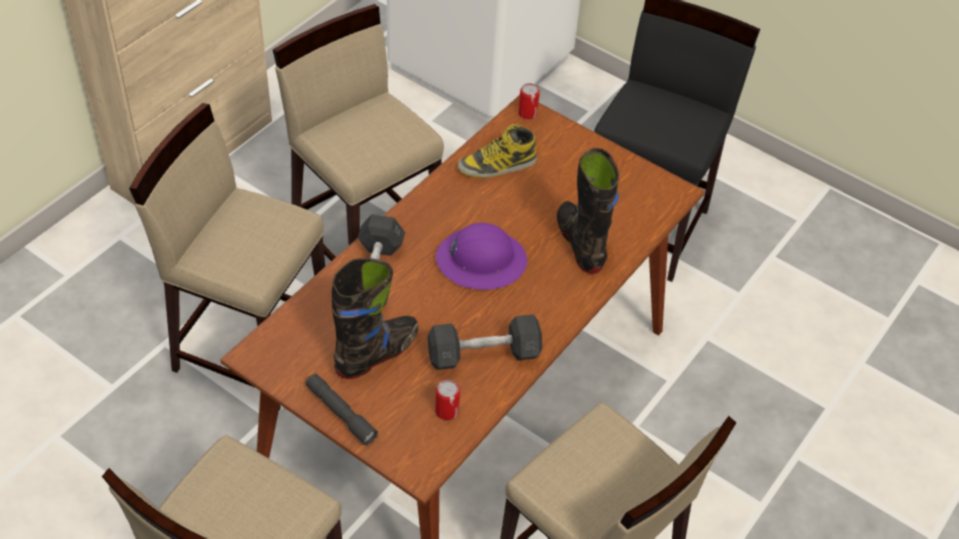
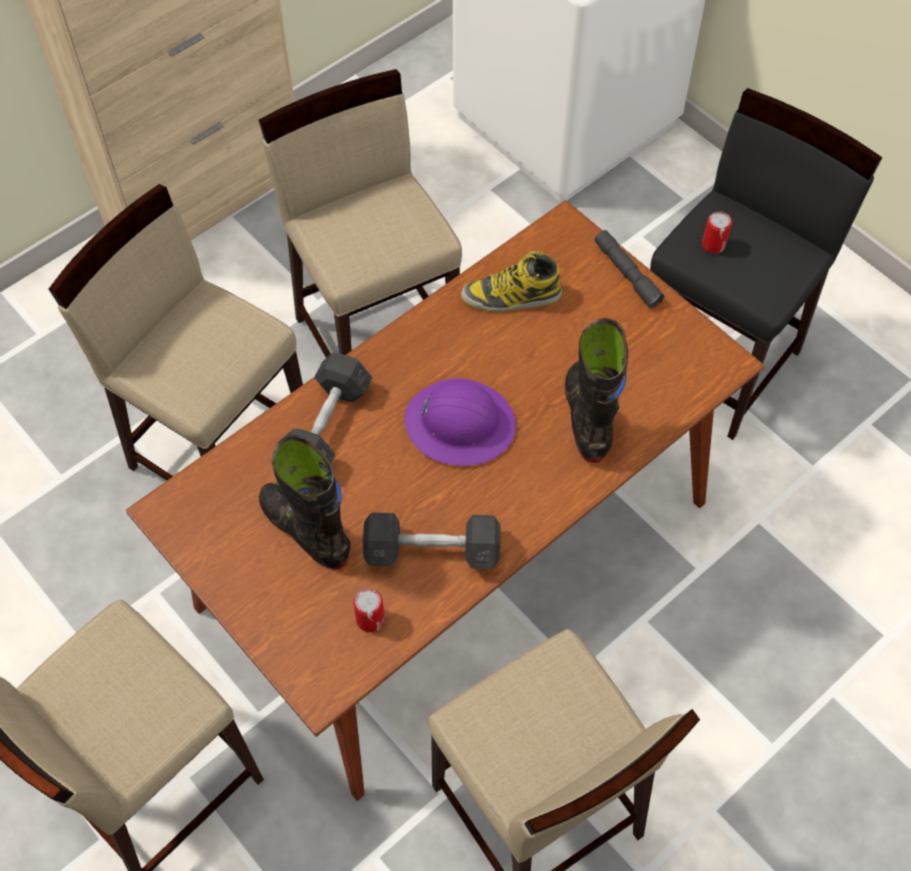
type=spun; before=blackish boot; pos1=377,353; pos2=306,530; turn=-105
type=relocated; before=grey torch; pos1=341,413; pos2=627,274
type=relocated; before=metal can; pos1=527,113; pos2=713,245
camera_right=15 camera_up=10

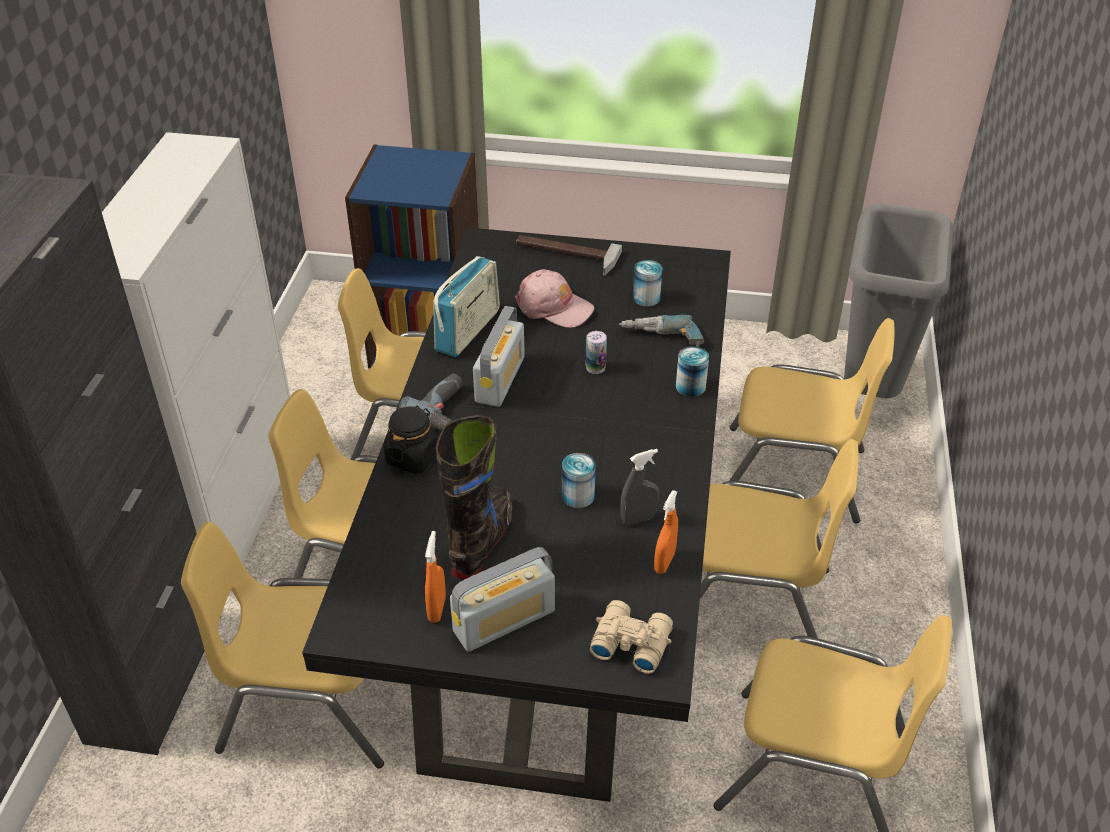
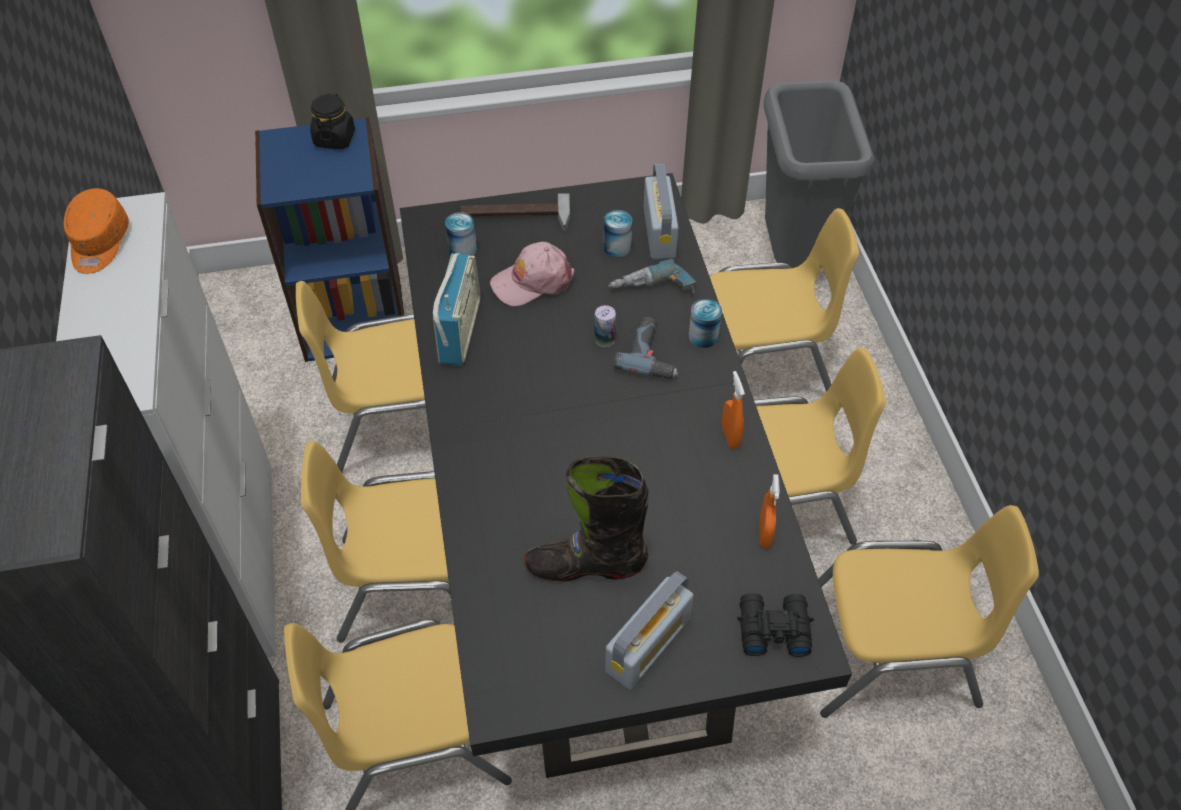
type=appeared; after=orange baseball cap; pos2=99,243
type=relocated; before=blackish jar; pos1=413,457; pos2=334,138
type=relocated; before=metal can; pos1=578,496; pos2=463,249
type=spun; before=pink baseball cap; pos1=553,307; pos2=532,281; turn=150
type=spun; before=blackish boot; pos1=481,541; pos2=586,565; turn=-90
type=relocated; before=power drill; pos1=445,409; pos2=652,354
type=relocated; before=radio set; pos1=500,379; pos2=659,232
type=relocated; before=orange hand sprayer; pos1=437,609; pos2=730,437
type=colour; before=sand-coloured pair of binoculars; after=blackish pair of binoculars; pos1=630,642; pos2=771,628
type=missing; before=grey hand sprayer; pos1=638,519
camera_right=-20 camera_up=10

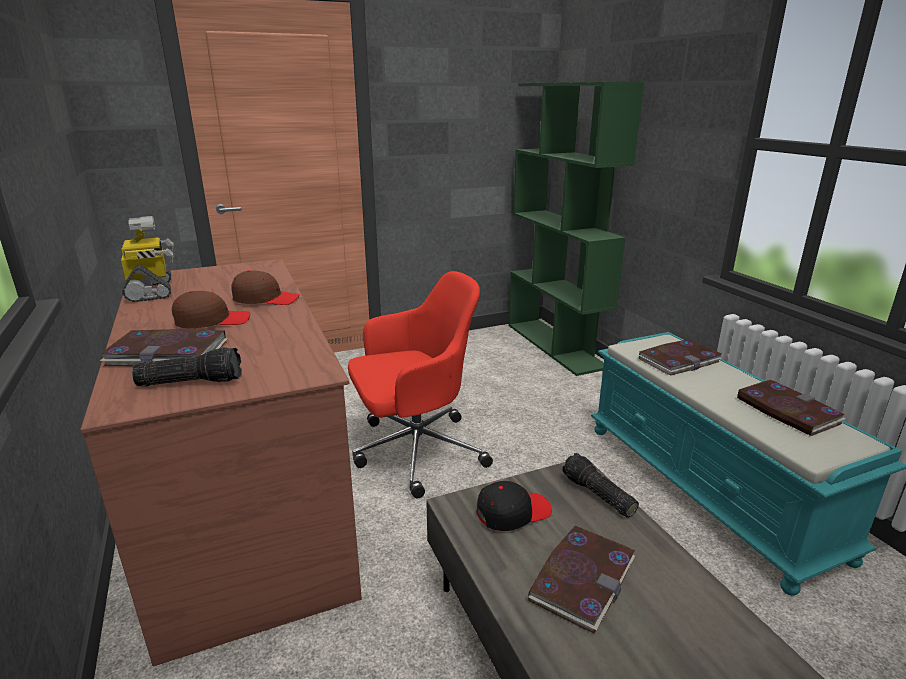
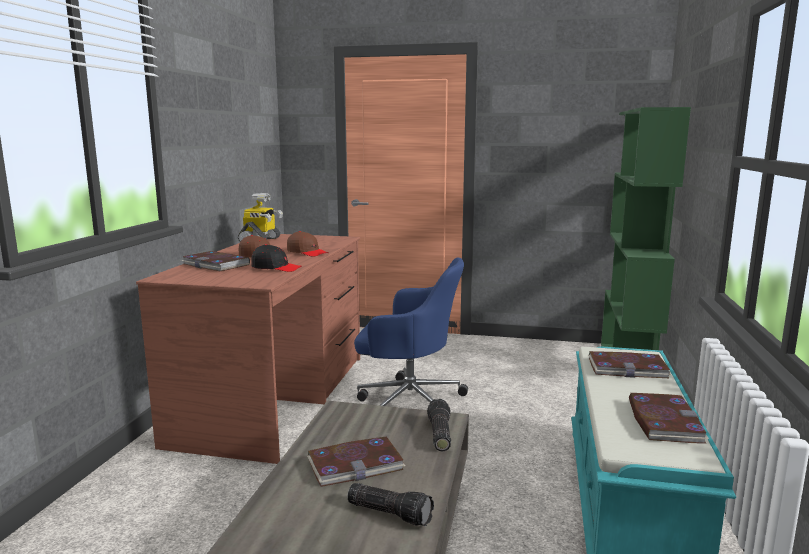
type=relocated; before=blackish baseball cap; pos1=512,512; pos2=276,268
type=relocated; before=torch; pos1=192,381; pos2=391,513
type=colour; before=red-coloured desk chair; after=blue desk chair; pos1=415,451; pos2=408,403
camera_right=35 camera_up=-10

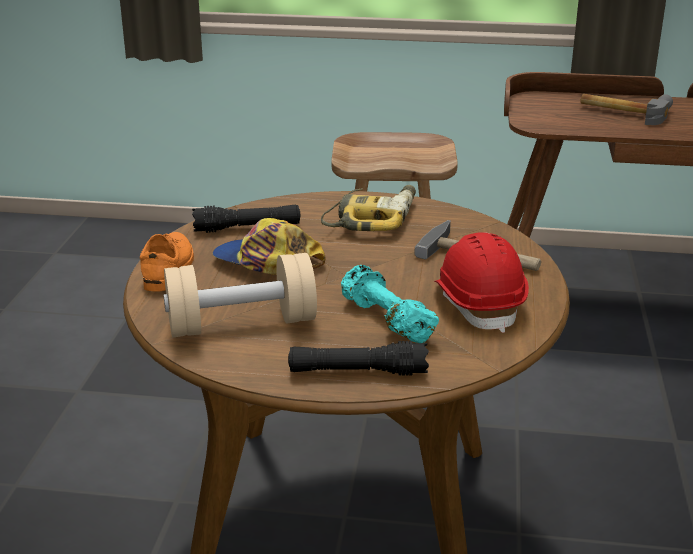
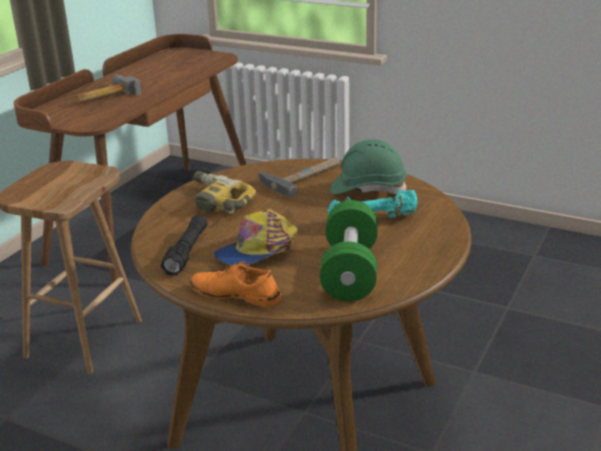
type=colour; before=sand-coloured dumbbell; after=green-coloured dumbbell; pos1=241,324; pos2=350,271
type=colour; before=red-coloured work helmet; after=green-coloured work helmet; pos1=478,303; pos2=368,189
type=missing; before=blackish torch; pos1=357,372
camera_right=-70 camera_up=0

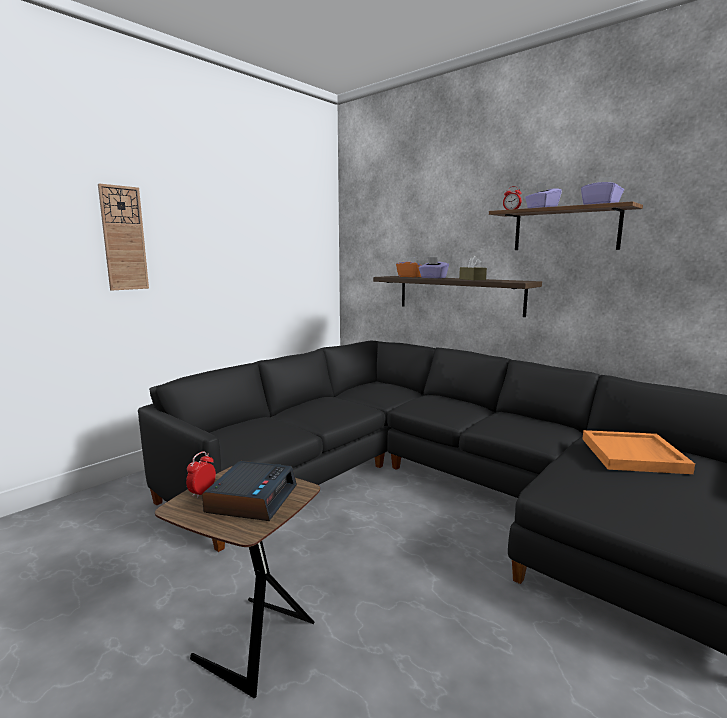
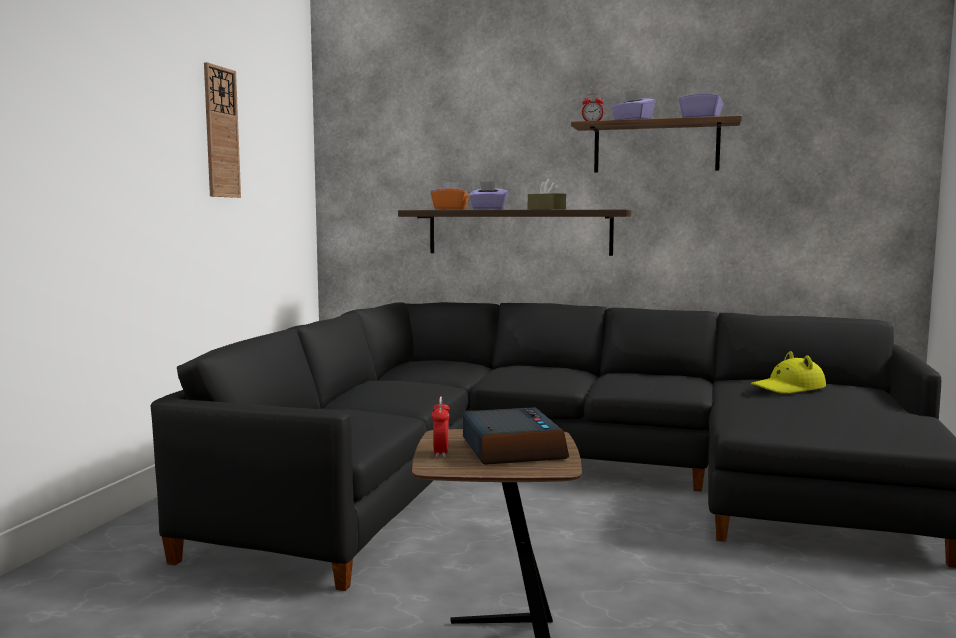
type=relocated; before=hanging clock; pos1=124,238; pos2=221,132
type=exchanged; before=orange tray; after=yellowish hat; pos1=634,455; pos2=788,388
camera_right=-25 camera_up=-5

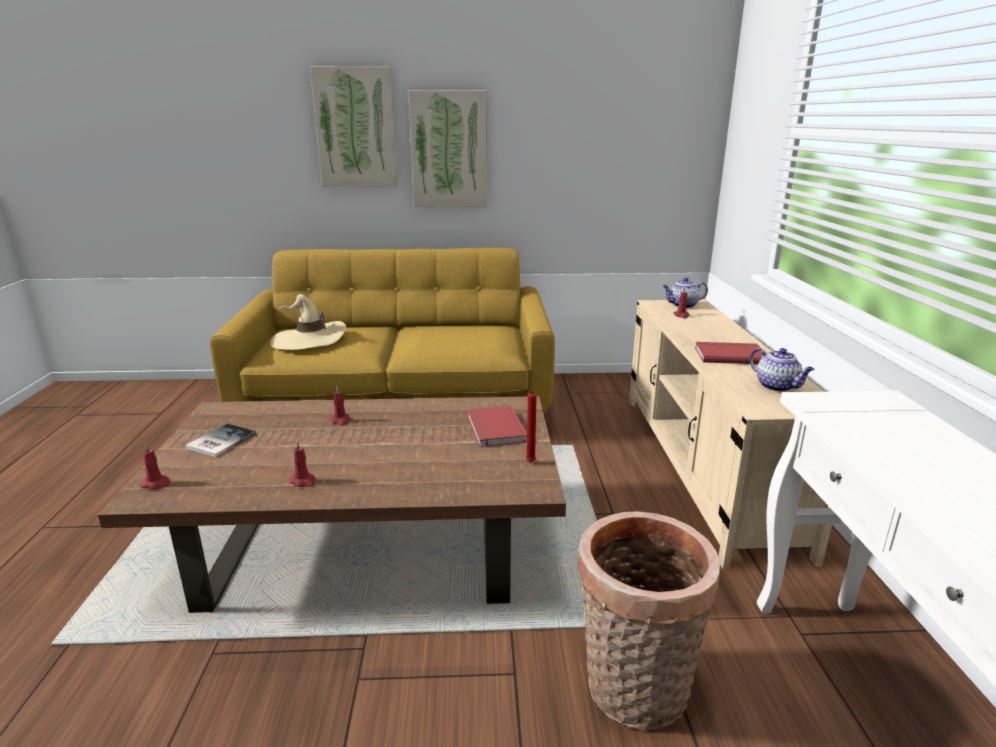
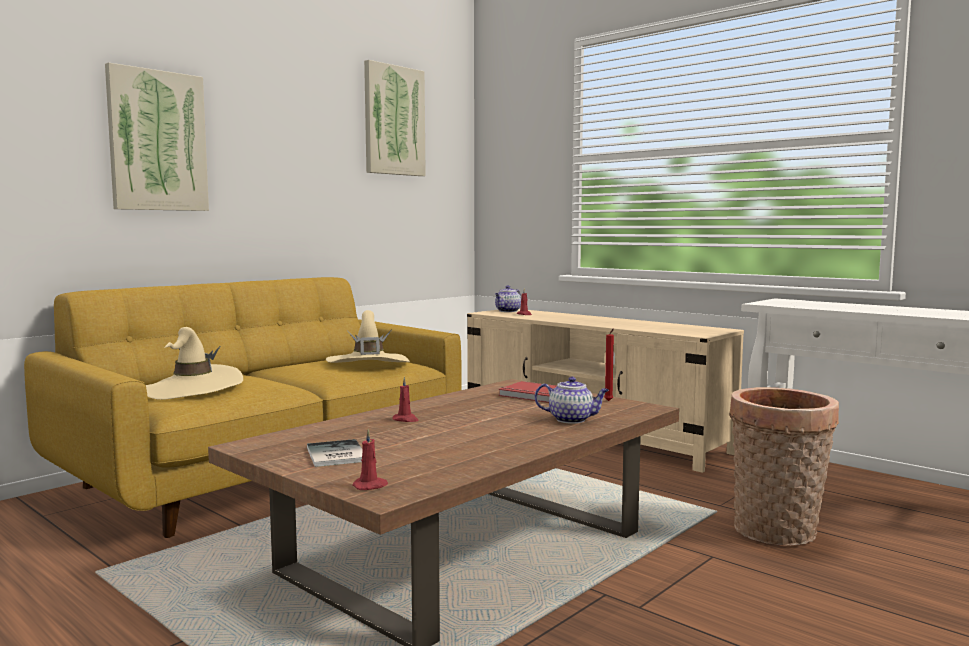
type=appeared; after=sand-coloured hat; pos2=368,363
type=relocated; before=picture; pos1=449,150; pos2=393,121
type=relocated; before=teapot; pos1=777,386; pos2=572,419
type=missing; before=red-coloured candle; pos1=303,481
type=missing; before=red-coloured bound book; pos1=729,355
camera_right=-45 camera_up=-15

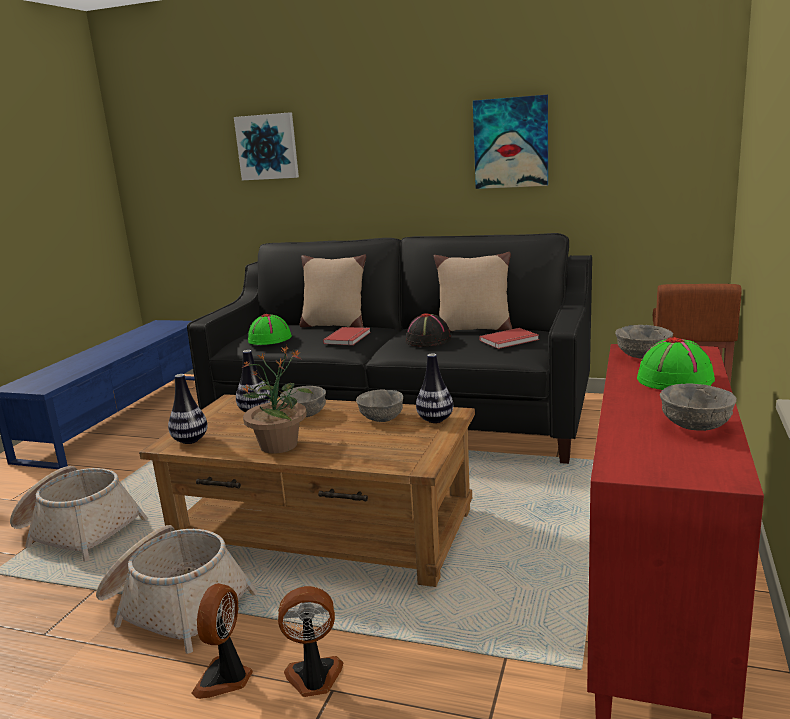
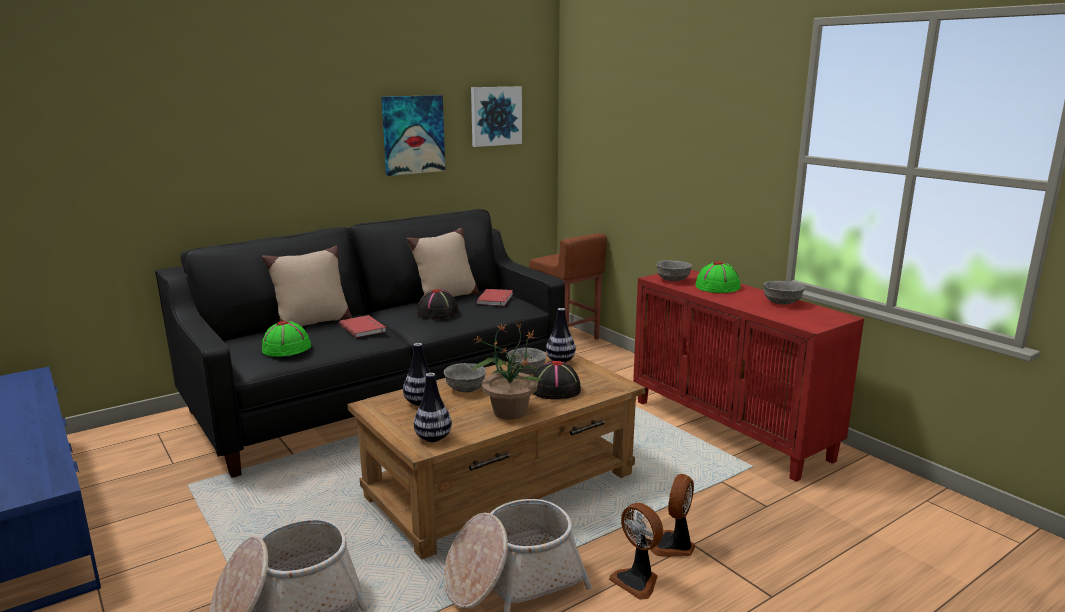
type=relocated; before=picture; pos1=267,147; pos2=495,116
type=appeared; after=blackish hat; pos2=555,390
camera_right=-55 camera_up=0

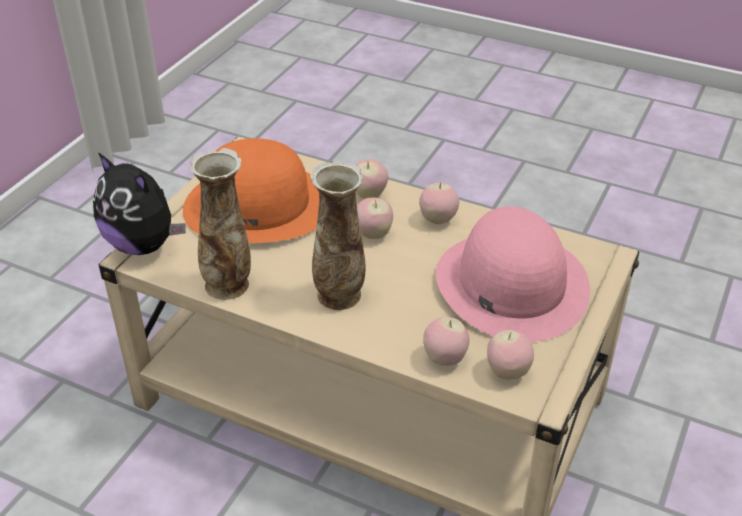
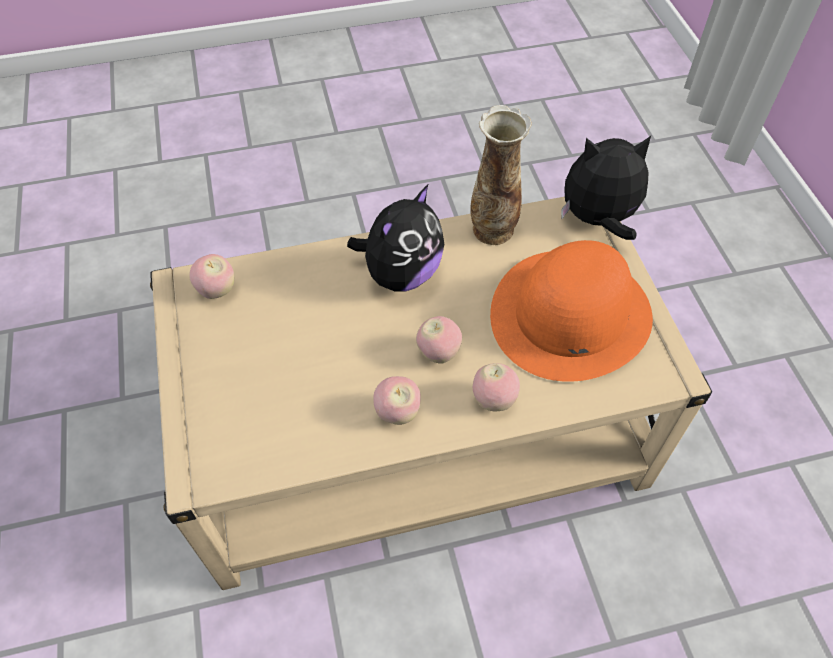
type=exchanged; before=vase; after=soft toy; pos1=339,296; pos2=401,274
type=missing; before=whole apple; pos1=445,359
type=missing; before=pink hat; pos1=510,284
camera_right=140 camera_up=15

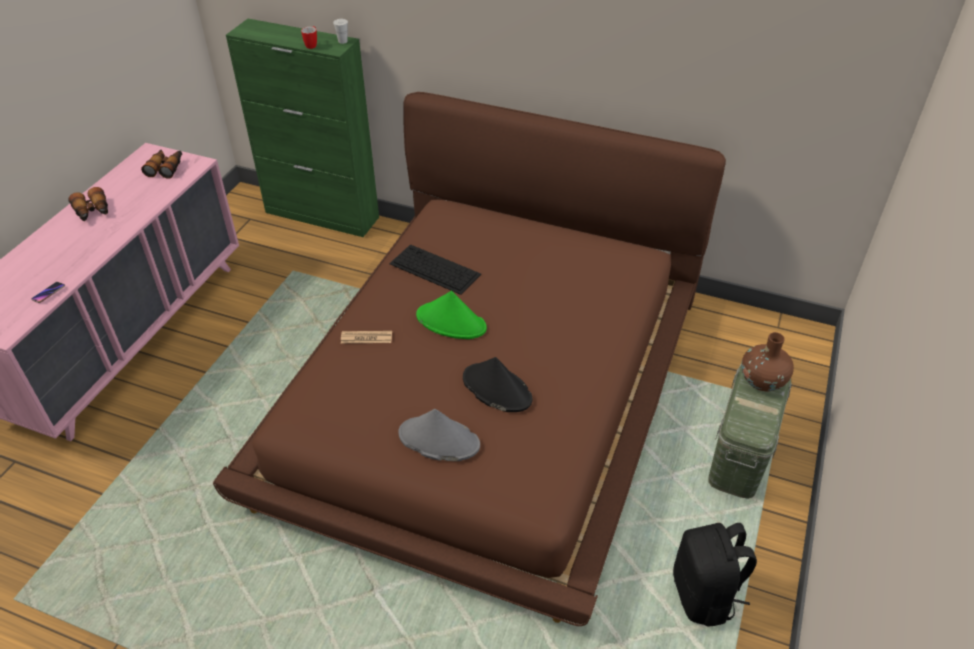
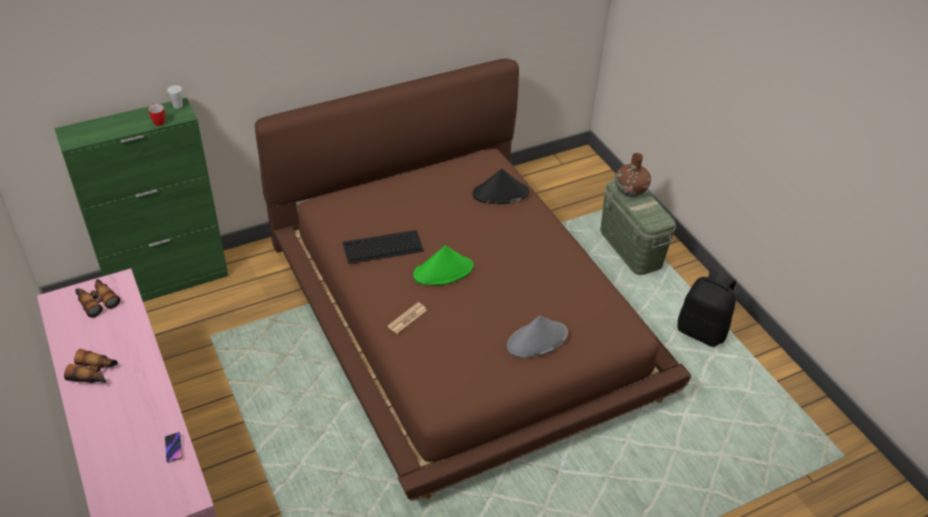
type=relocated; before=blackish hat; pos1=496,388; pos2=500,193
camera_right=-50 camera_up=0

